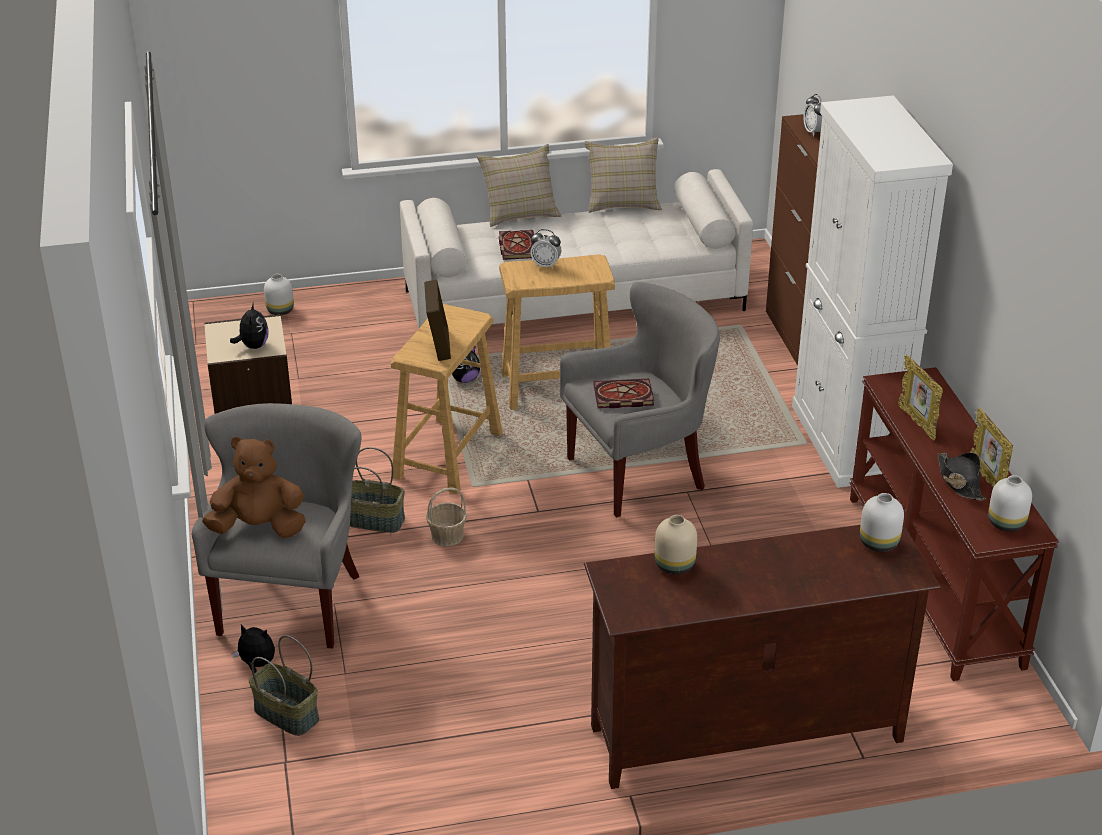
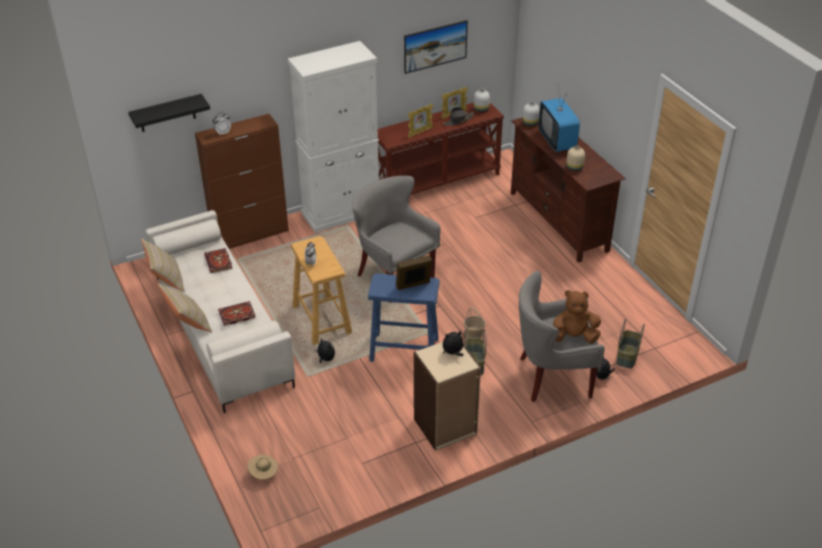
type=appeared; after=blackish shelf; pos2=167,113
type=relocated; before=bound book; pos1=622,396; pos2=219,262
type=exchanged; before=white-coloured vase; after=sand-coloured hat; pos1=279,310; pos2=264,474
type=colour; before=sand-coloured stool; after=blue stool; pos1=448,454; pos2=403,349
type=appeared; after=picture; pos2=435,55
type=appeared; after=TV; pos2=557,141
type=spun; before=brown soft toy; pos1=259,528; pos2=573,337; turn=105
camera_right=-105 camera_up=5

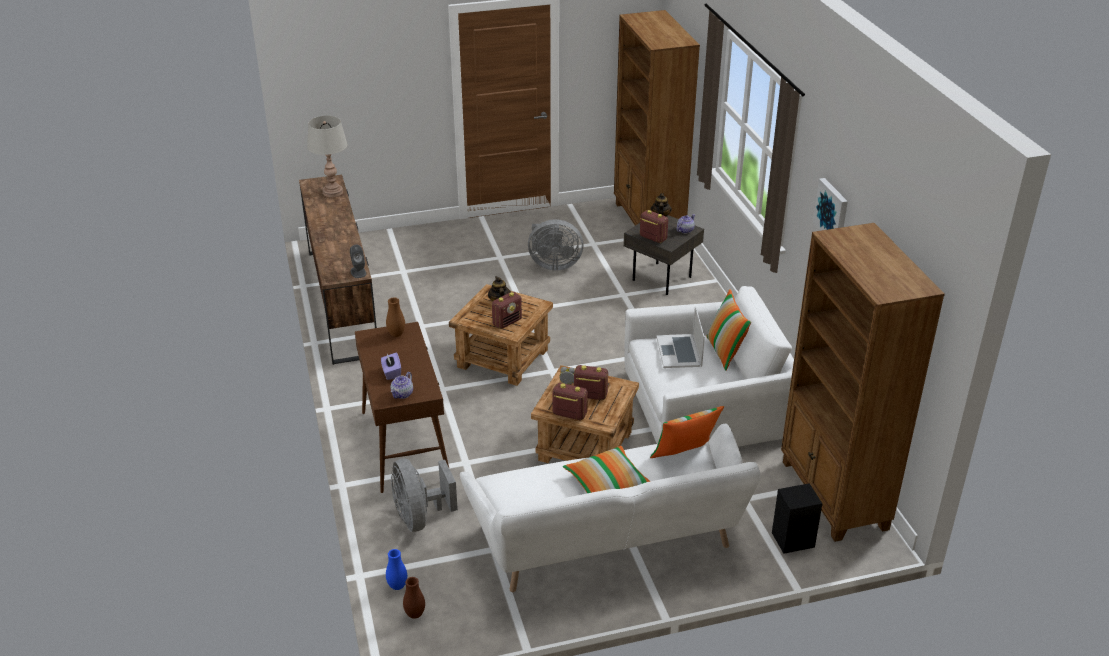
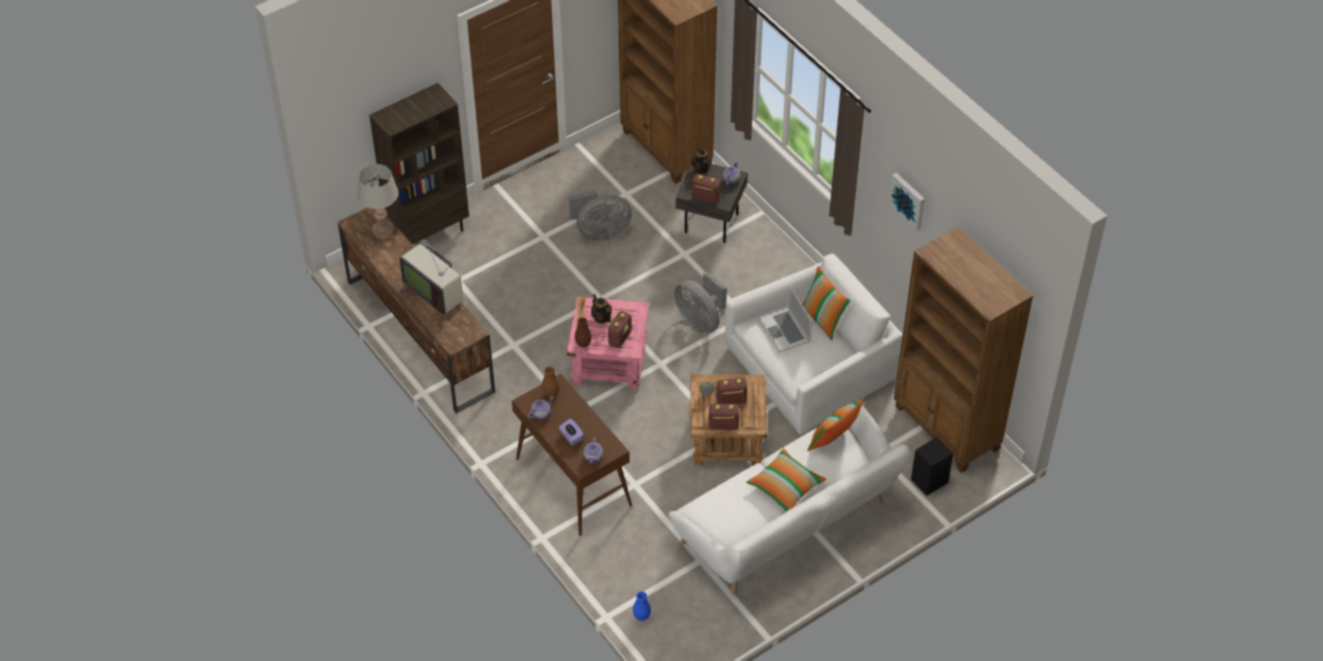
type=appeared; after=brown bookshelf; pos2=429,234
type=appeared; after=TV; pos2=435,291
type=appeared; after=teapot; pos2=541,413
type=colour; before=brown side table; after=pink side table; pos1=502,357; pos2=608,361
type=relocated; before=brown vase; pos1=415,614; pos2=583,344
type=relocated; before=grey cooling fan; pos1=420,517; pos2=700,320
type=missing; before=grey loudspeaker; pos1=358,272
camera_right=-20 camera_up=15

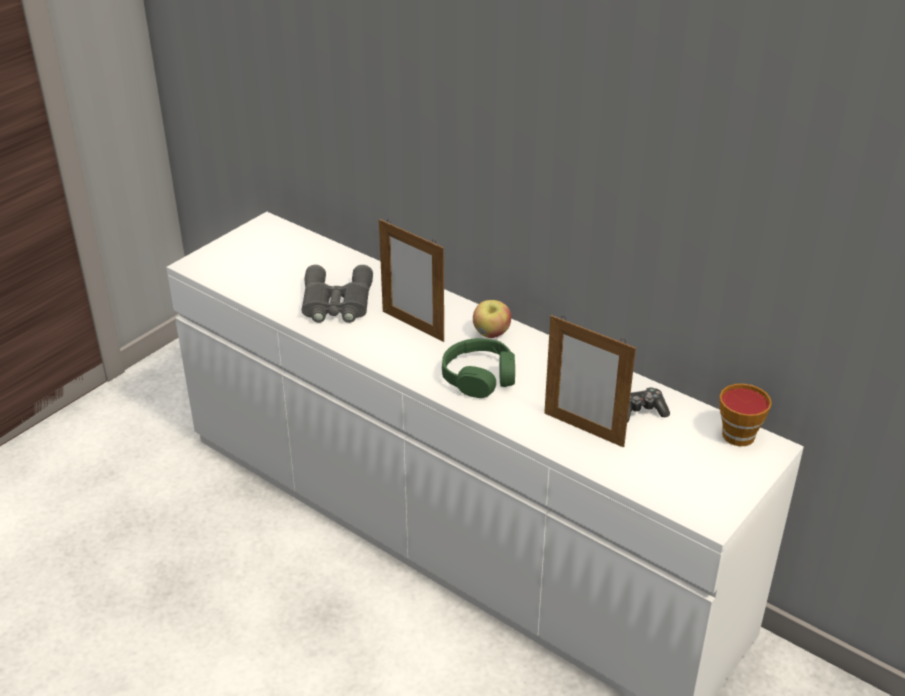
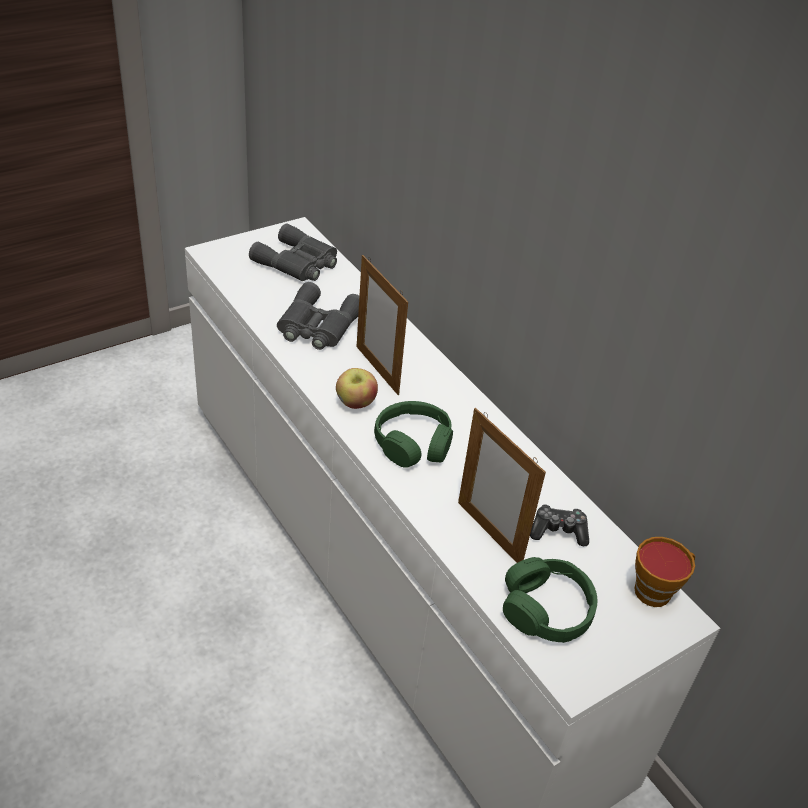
type=appeared; after=grey pair of binoculars; pos2=298,263
type=relocated; before=whole apple; pos1=491,333; pos2=355,403
type=appeared; after=green-coloured headphones; pos2=546,609
camera_right=15 camera_up=5

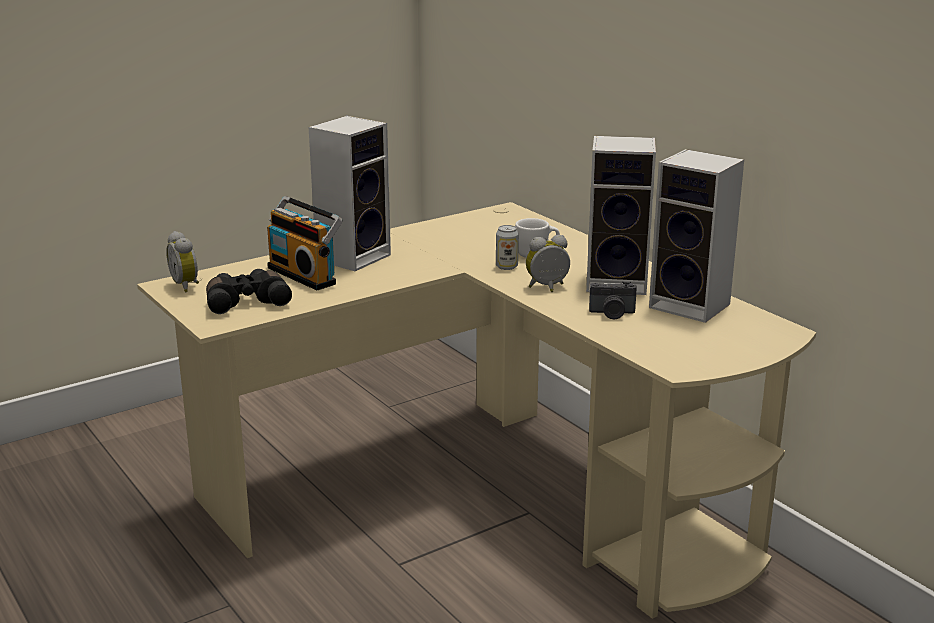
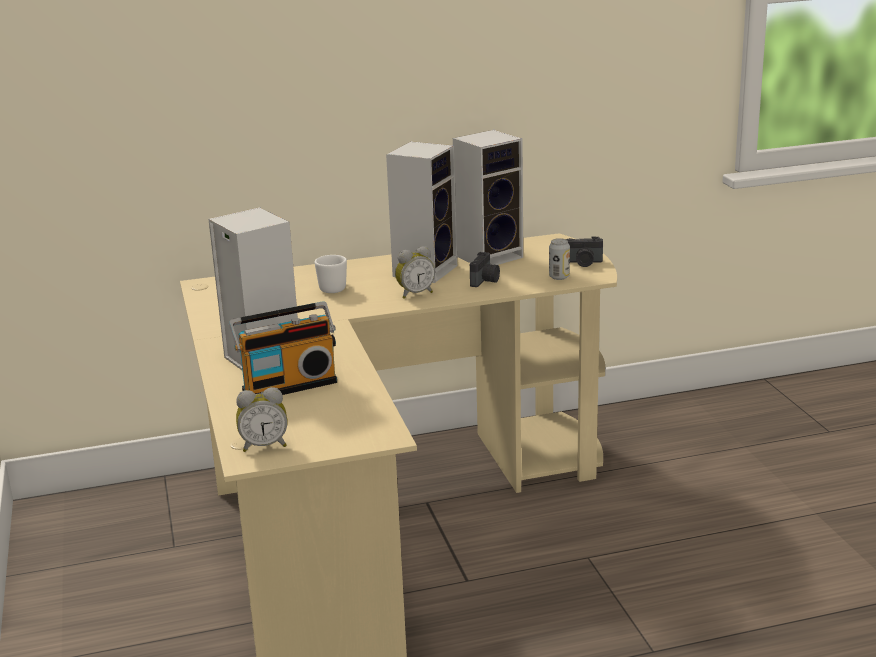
type=spun; before=table clock; pos1=548,288; pos2=415,294; turn=-120
type=relocated; before=metal can; pos1=506,267; pos2=559,277
type=appeared; after=still camera; pos2=584,263
type=missing; before=blackish pair of binoculars; pos1=246,301
camera_right=-70 camera_up=0

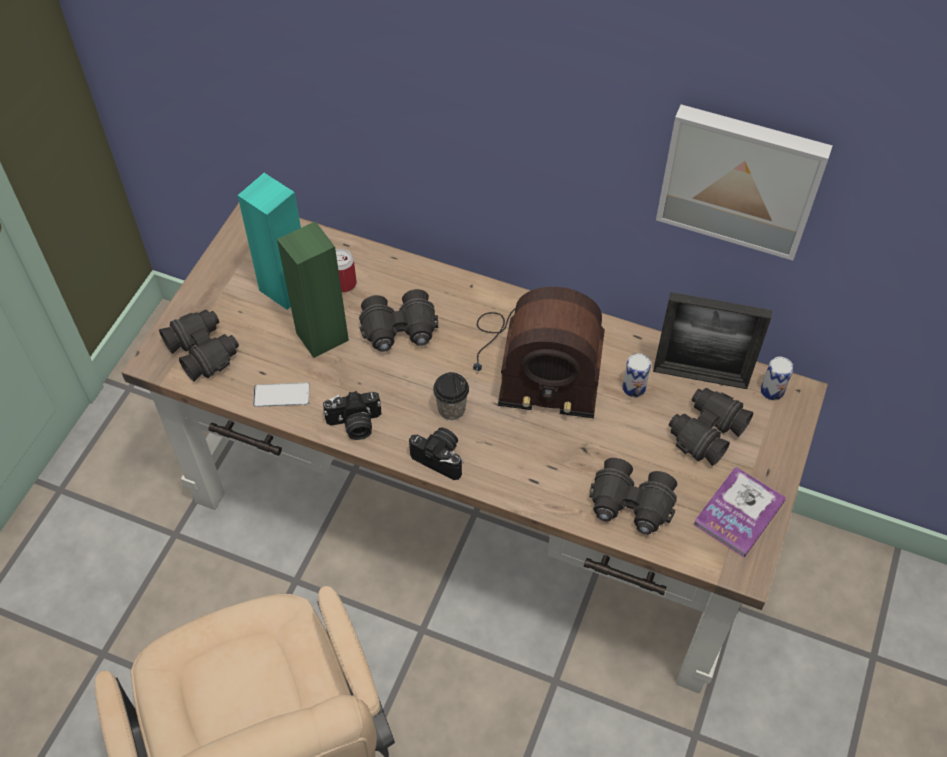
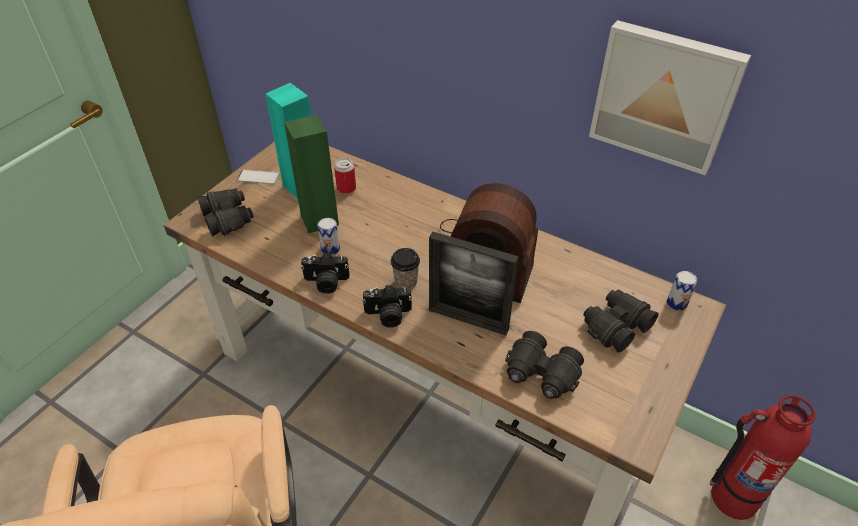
type=relocated; before=handset; pos1=281,395; pos2=258,177
type=relocated; before=metal can; pos1=634,387; pos2=330,249
type=spun; before=still camera; pos1=441,457; pos2=388,315; turn=135
type=relocated; before=standing frame; pos1=700,376; pos2=468,320
type=appeared; after=fire extinguisher; pos2=733,496
type=missing; before=blackish pair of binoculars; pos1=400,331
type=missing; before=bound book; pos1=739,513
camera_right=10 camera_up=-10

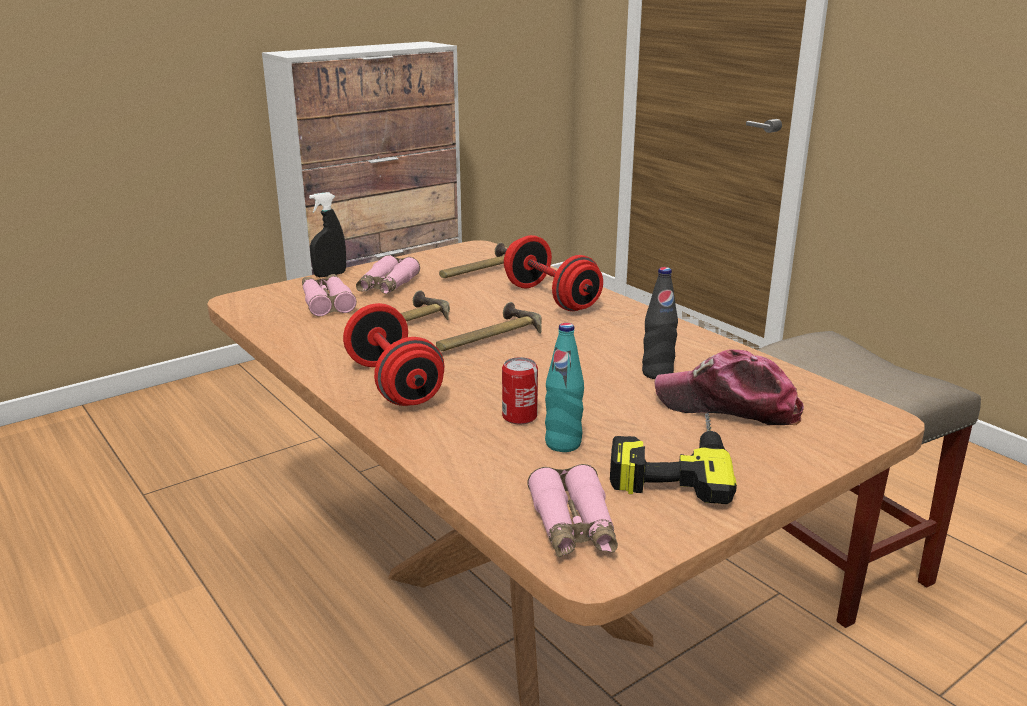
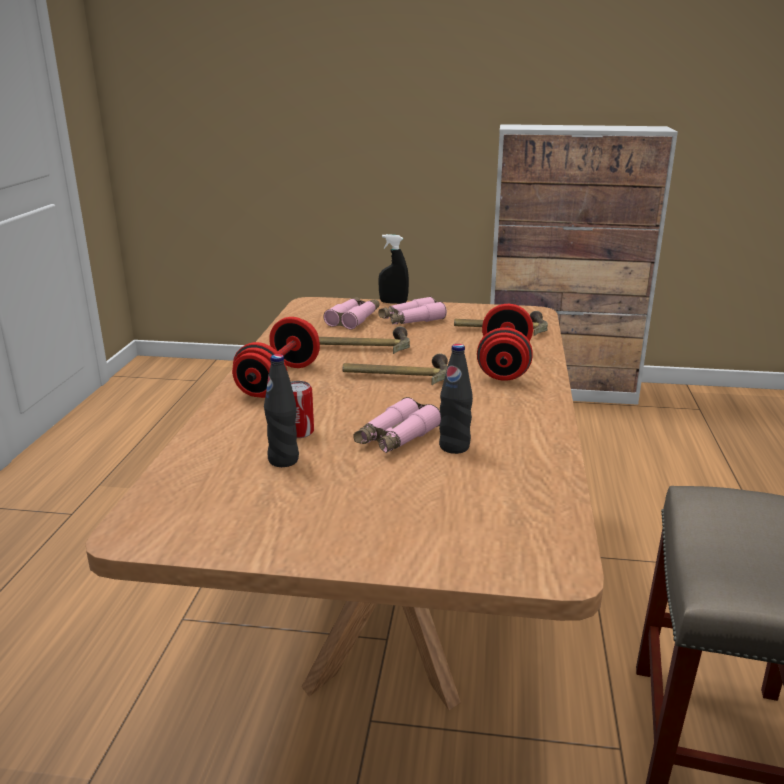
type=colour; before=turquoise bottle; after=blackish bottle; pos1=563,444; pos2=283,460
type=relocated; before=pink pair of binoculars; pos1=573,526; pos2=396,437
type=missing; before=power drill; pos1=669,462
type=missing; before=baseball cap; pos1=728,405
camera_right=45 camera_up=0

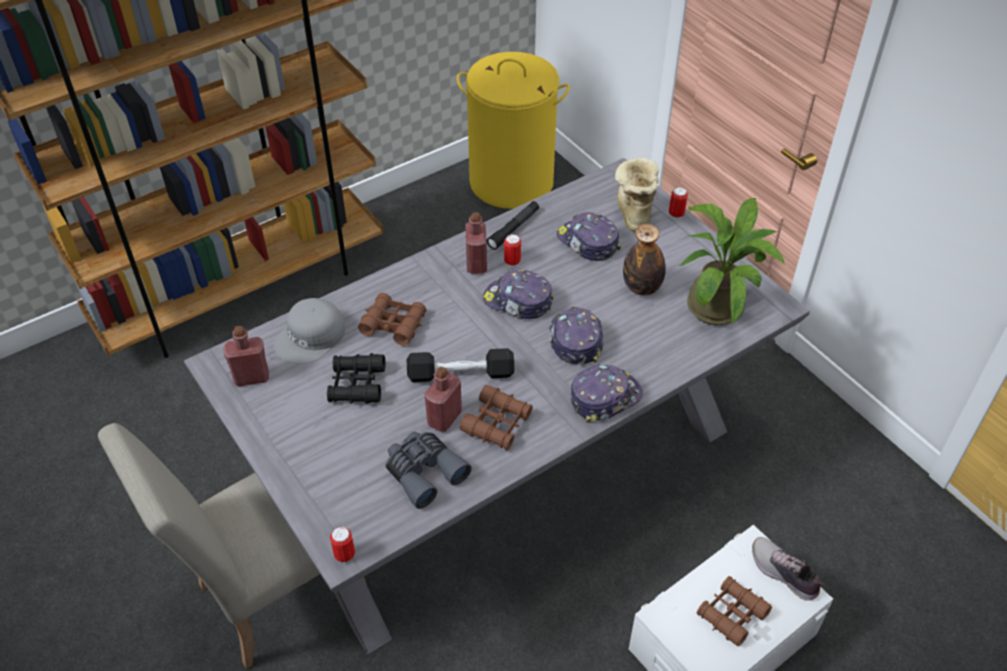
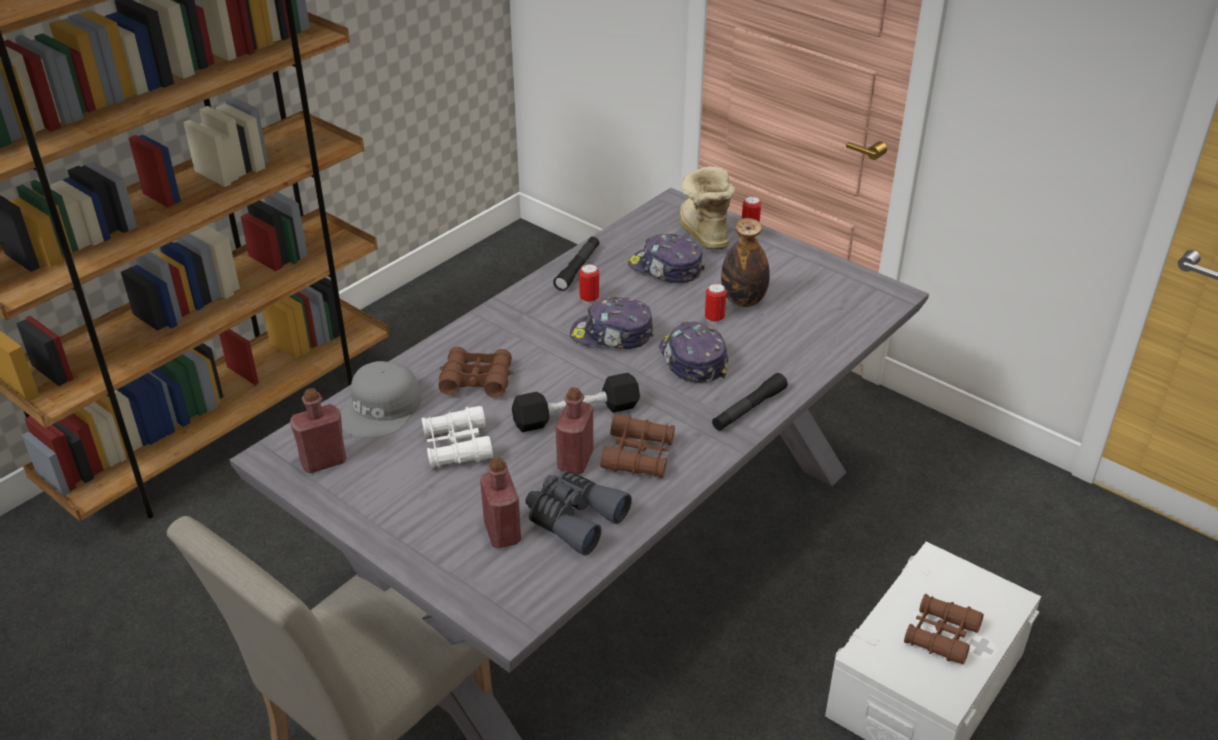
type=colour; before=blackish pair of binoculars; after=white-coloured pair of binoculars; pos1=357,384; pos2=457,446
type=relocated; before=red-coloured bottle; pos1=476,264; pos2=502,532
type=relocated; before=metal can; pos1=344,555; pos2=714,319
type=exchanged; before=baseball cap; after=blackish torch; pos1=604,397; pos2=749,409
type=missing; before=yellowish laundry basket; pos1=512,182
type=missing; before=potted plant; pos1=719,303
type=missing; before=shoe; pos1=783,574
camera_right=-15 camera_up=-10

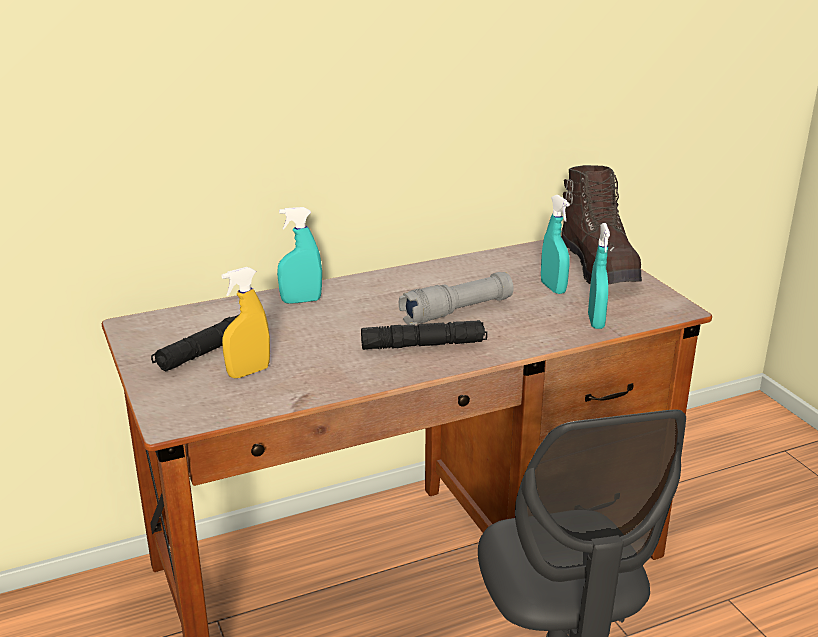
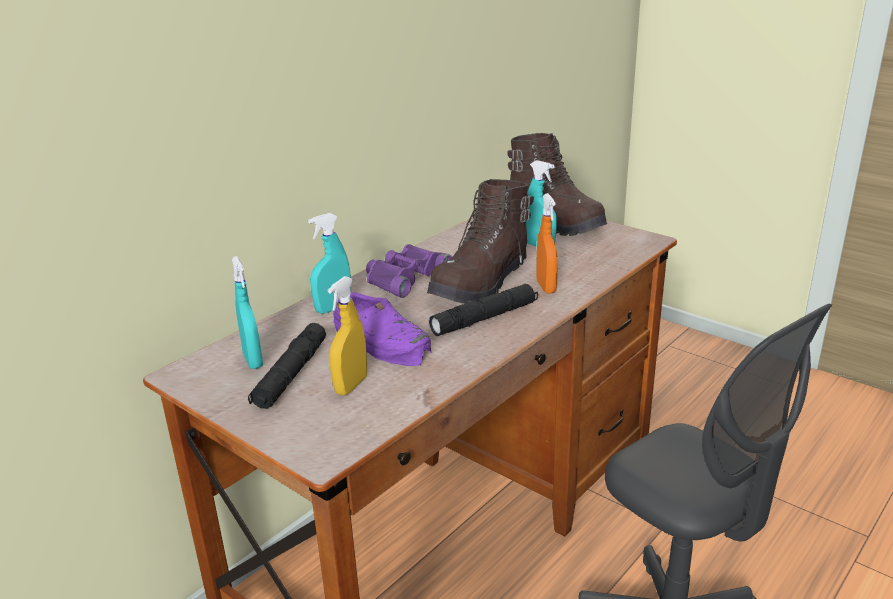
type=relocated; before=turquoise hand sprayer; pos1=596,322; pos2=253,360
type=appeared; after=purplish shoe; pos2=382,341
type=appeared; after=purplish pair of binoculars; pos2=404,277
type=exchanged; before=grey torch; after=brown boot; pos1=457,311; pos2=482,283
type=appeared; after=orange hand sprayer; pos2=546,287
camera_right=-25 camera_up=0

